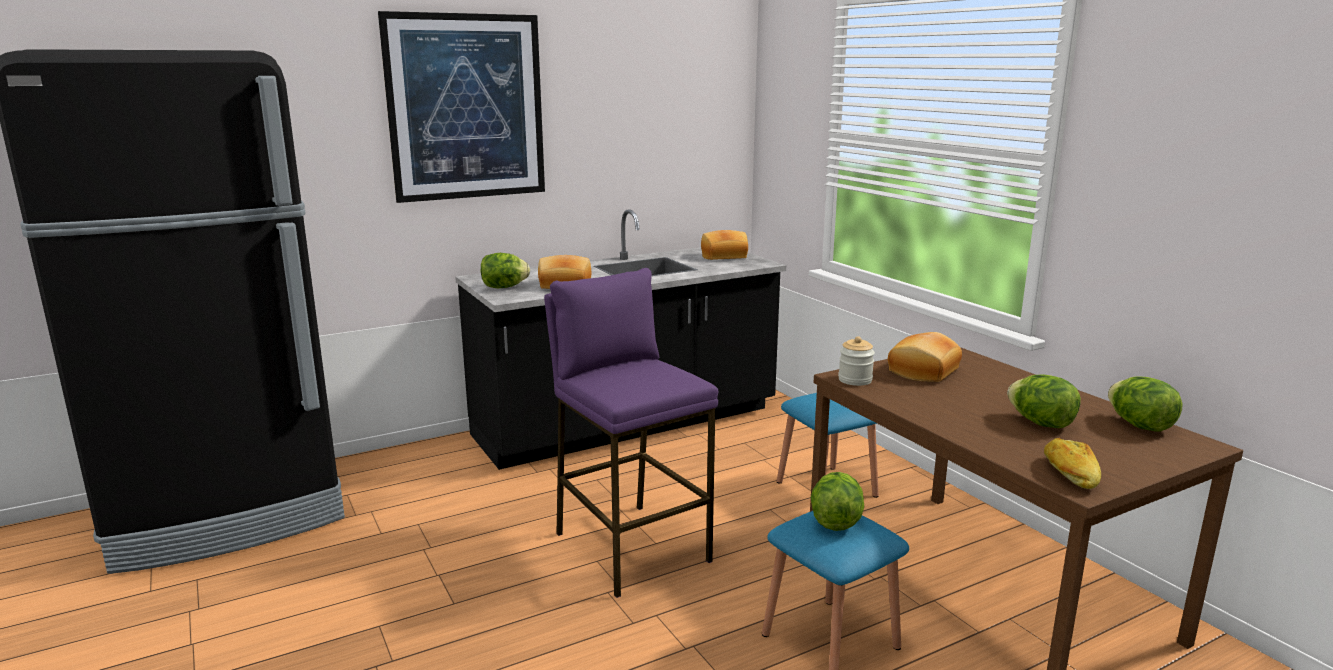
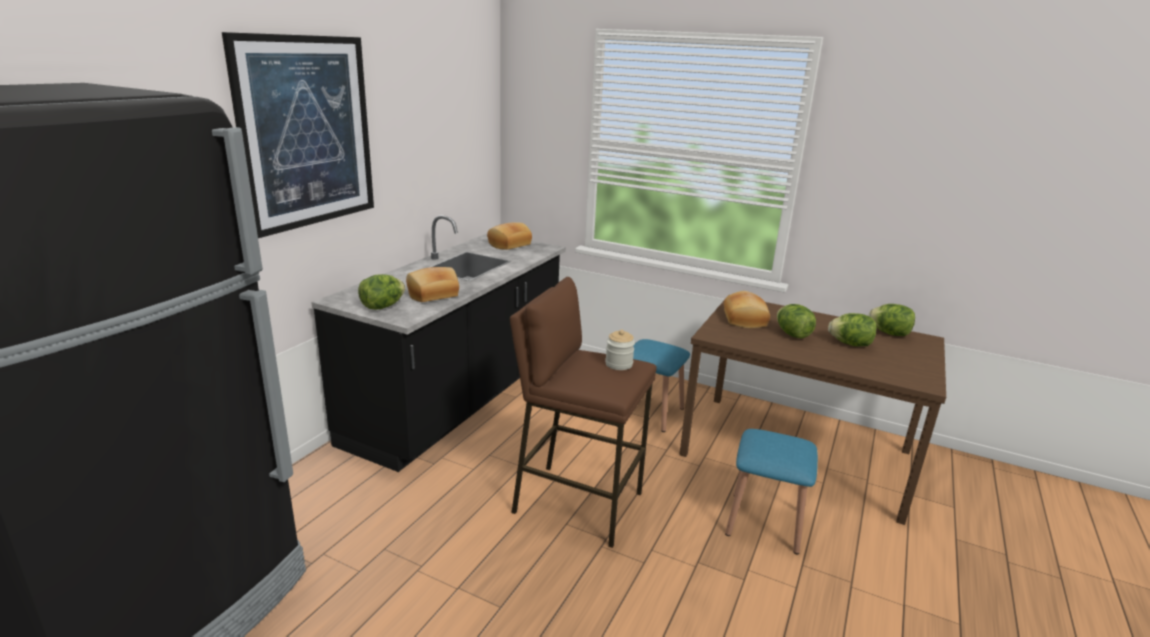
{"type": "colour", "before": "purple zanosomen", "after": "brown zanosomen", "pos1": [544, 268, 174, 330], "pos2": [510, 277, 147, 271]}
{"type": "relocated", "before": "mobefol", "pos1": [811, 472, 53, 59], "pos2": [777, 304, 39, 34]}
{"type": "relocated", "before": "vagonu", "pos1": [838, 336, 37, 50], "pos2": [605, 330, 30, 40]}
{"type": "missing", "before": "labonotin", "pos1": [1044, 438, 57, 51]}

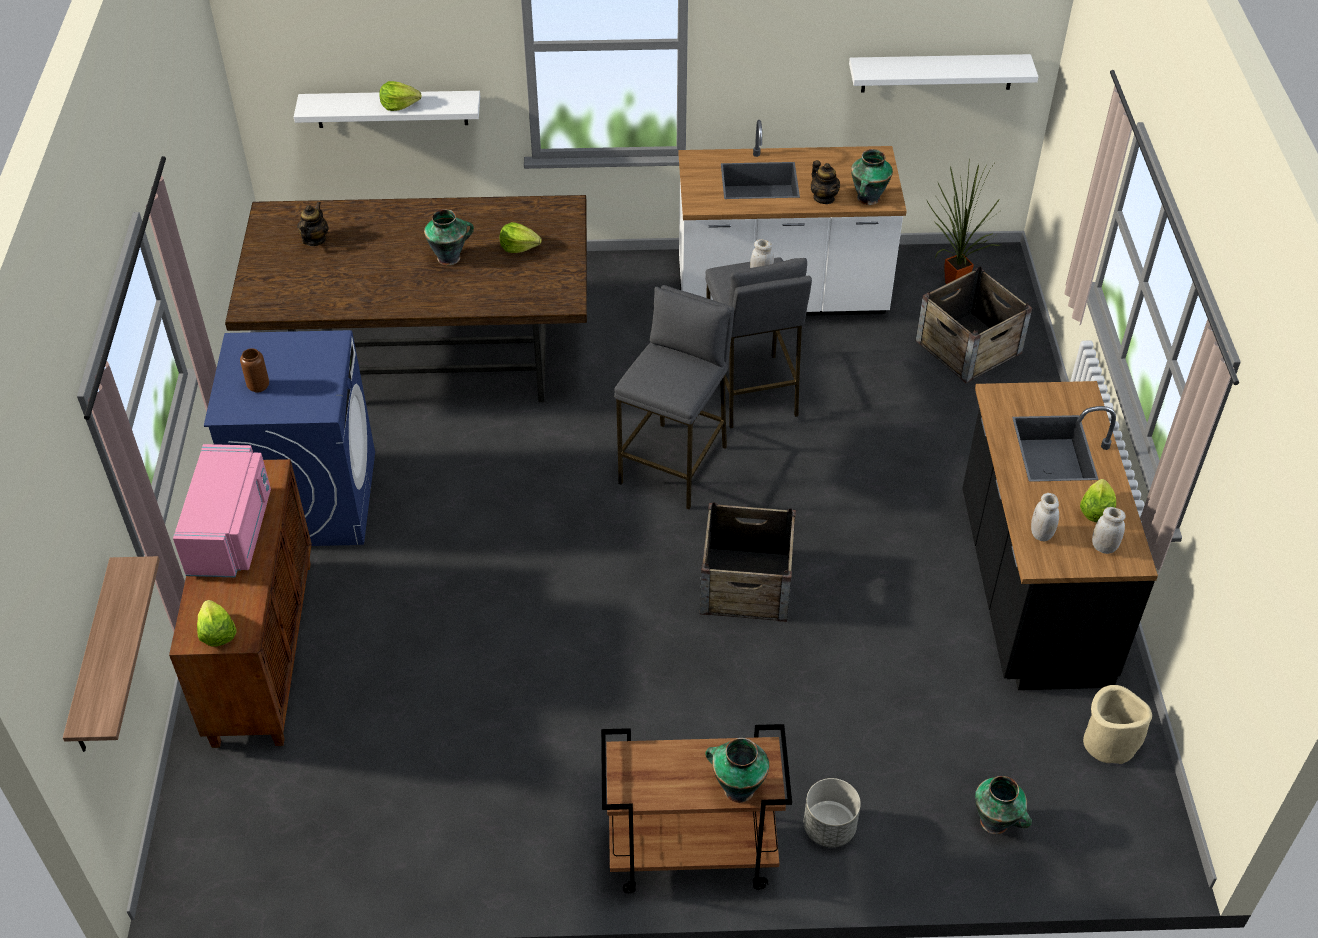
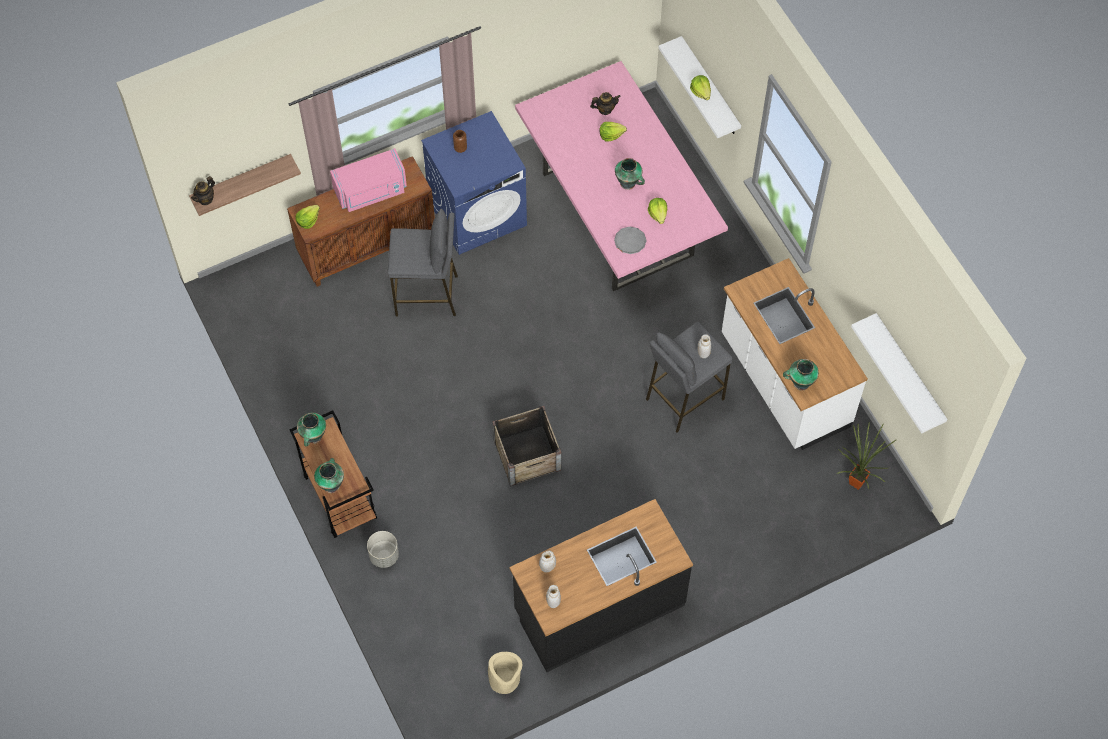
{"type": "colour", "before": "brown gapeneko", "after": "pink gapeneko", "pos1": [225, 195, 362, 207], "pos2": [515, 61, 213, 230]}
{"type": "relocated", "before": "grey zanosomen", "pos1": [614, 285, 120, 225], "pos2": [388, 209, 70, 108]}
{"type": "relocated", "before": "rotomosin", "pos1": [811, 160, 29, 44], "pos2": [191, 176, 24, 29]}
{"type": "missing", "before": "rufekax", "pos1": [916, 266, 116, 117]}
{"type": "relocated", "before": "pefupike", "pos1": [975, 776, 57, 58], "pos2": [297, 412, 29, 35]}
{"type": "relocated", "before": "mobefol", "pos1": [1080, 479, 36, 43], "pos2": [599, 122, 28, 20]}
{"type": "appeared", "after": "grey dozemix", "pos2": [614, 227, 33, 27]}

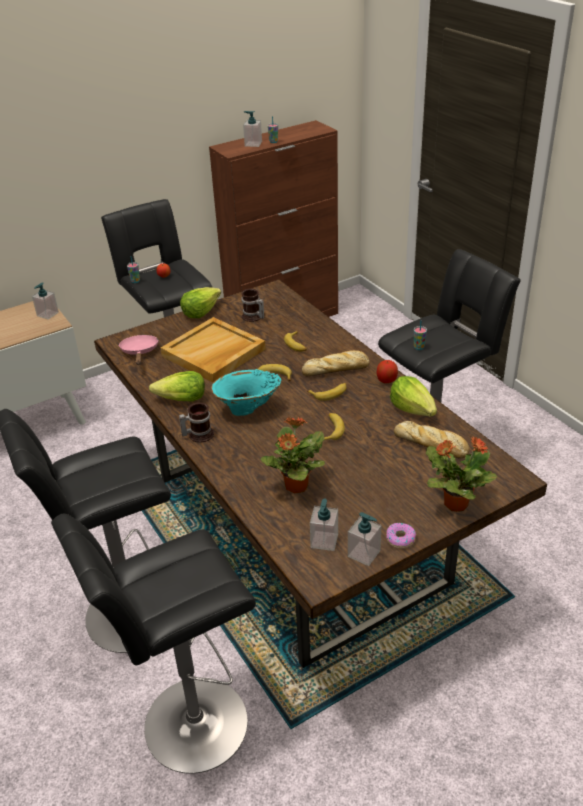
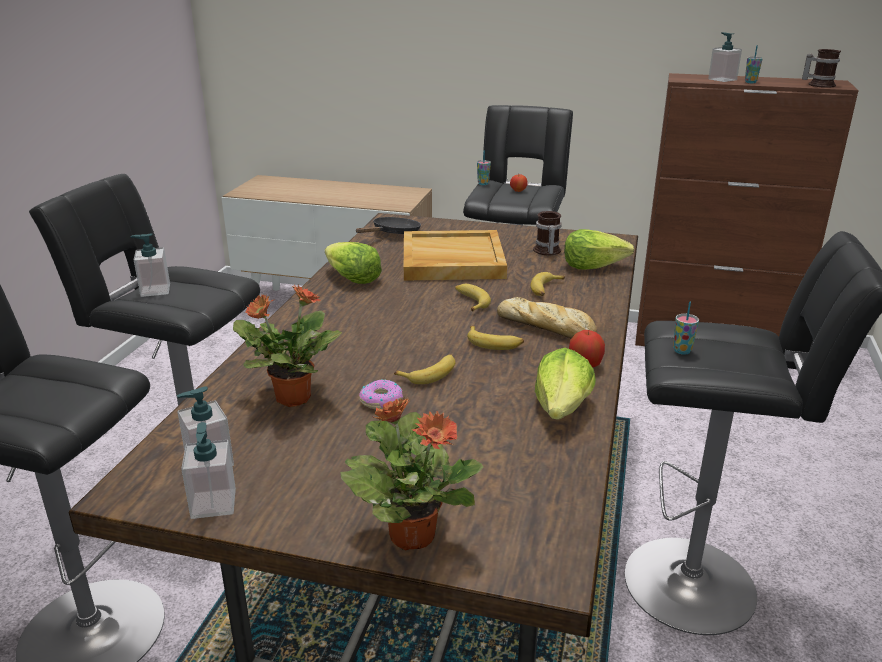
{"type": "relocated", "before": "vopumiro", "pos1": [32, 282, 27, 38], "pos2": [130, 233, 40, 64]}
{"type": "colour", "before": "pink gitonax", "after": "black gitonax", "pos1": [118, 335, 41, 30], "pos2": [356, 217, 65, 17]}
{"type": "relocated", "before": "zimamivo", "pos1": [179, 403, 35, 40], "pos2": [802, 49, 39, 39]}
{"type": "relocated", "before": "mobefol", "pos1": [180, 287, 41, 31], "pos2": [564, 229, 70, 40]}
{"type": "missing", "before": "turquoise pefupike", "pos1": [211, 369, 70, 47]}
{"type": "relocated", "before": "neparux", "pos1": [386, 523, 30, 26], "pos2": [359, 379, 44, 31]}
{"type": "missing", "before": "labonotin", "pos1": [394, 421, 76, 37]}

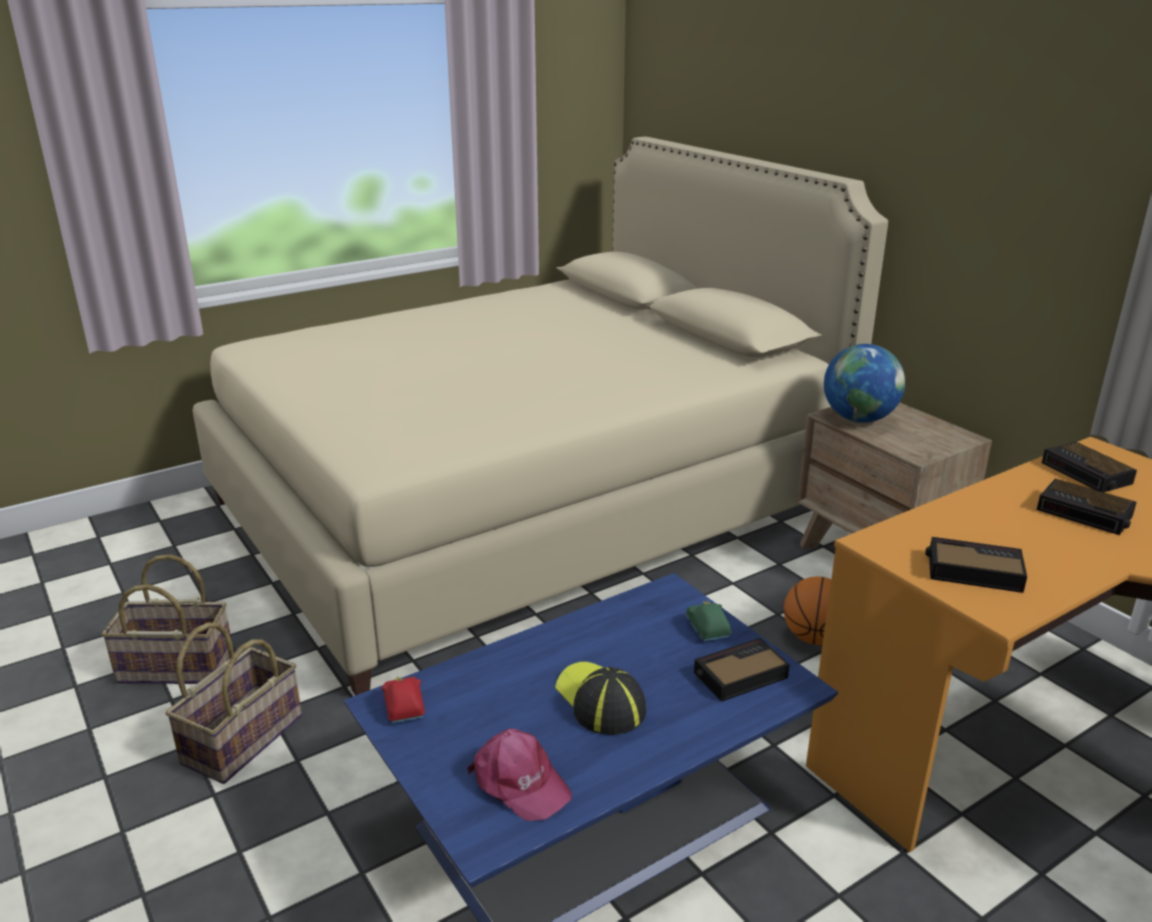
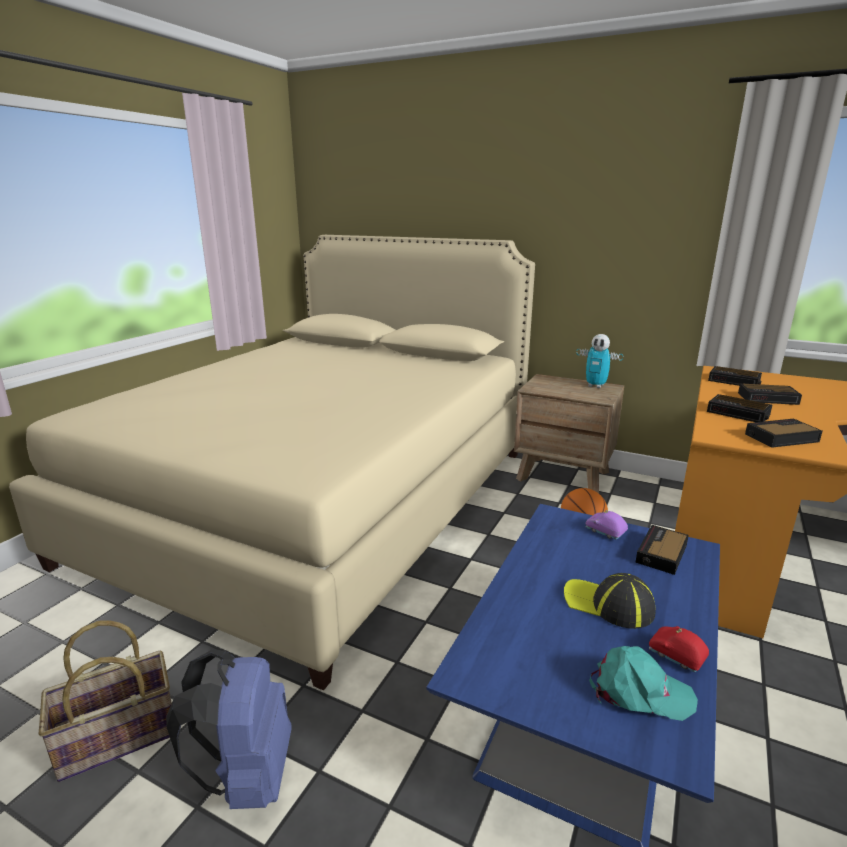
{"type": "exchanged", "before": "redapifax", "after": "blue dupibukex", "pos1": [166, 623, 136, 161], "pos2": [166, 649, 126, 160]}
{"type": "relocated", "before": "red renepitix", "pos1": [382, 676, 43, 47], "pos2": [649, 626, 60, 46]}
{"type": "colour", "before": "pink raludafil", "after": "turquoise raludafil", "pos1": [467, 728, 104, 93], "pos2": [589, 646, 109, 75]}
{"type": "colour", "before": "green renepitix", "after": "purple renepitix", "pos1": [686, 601, 46, 40], "pos2": [586, 510, 42, 30]}
{"type": "missing", "before": "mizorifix", "pos1": [824, 344, 81, 79]}
{"type": "appeared", "after": "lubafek", "pos2": [577, 334, 46, 54]}
{"type": "appeared", "after": "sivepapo", "pos2": [707, 394, 65, 28]}

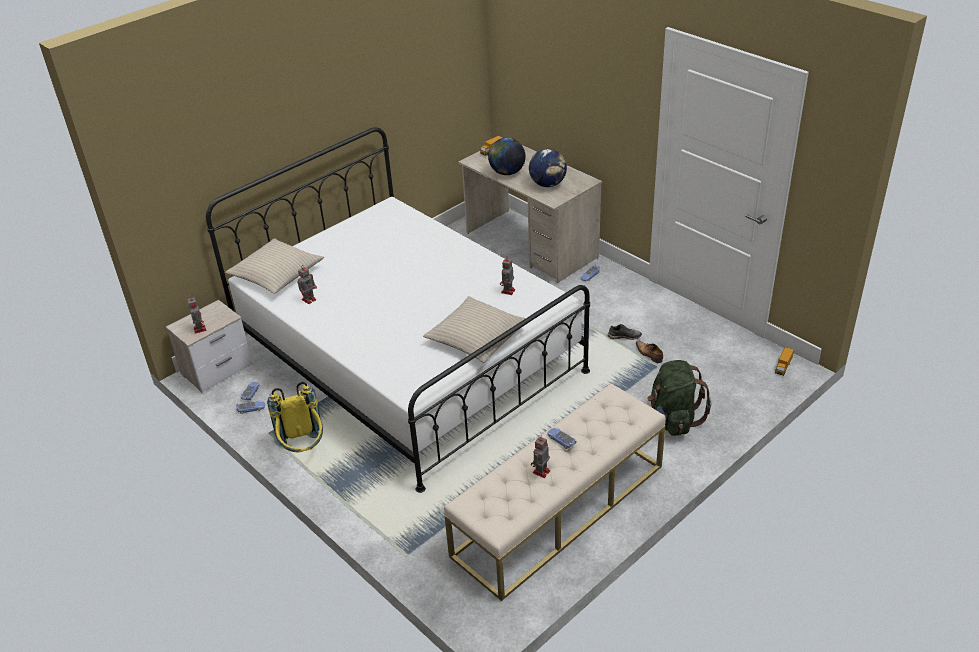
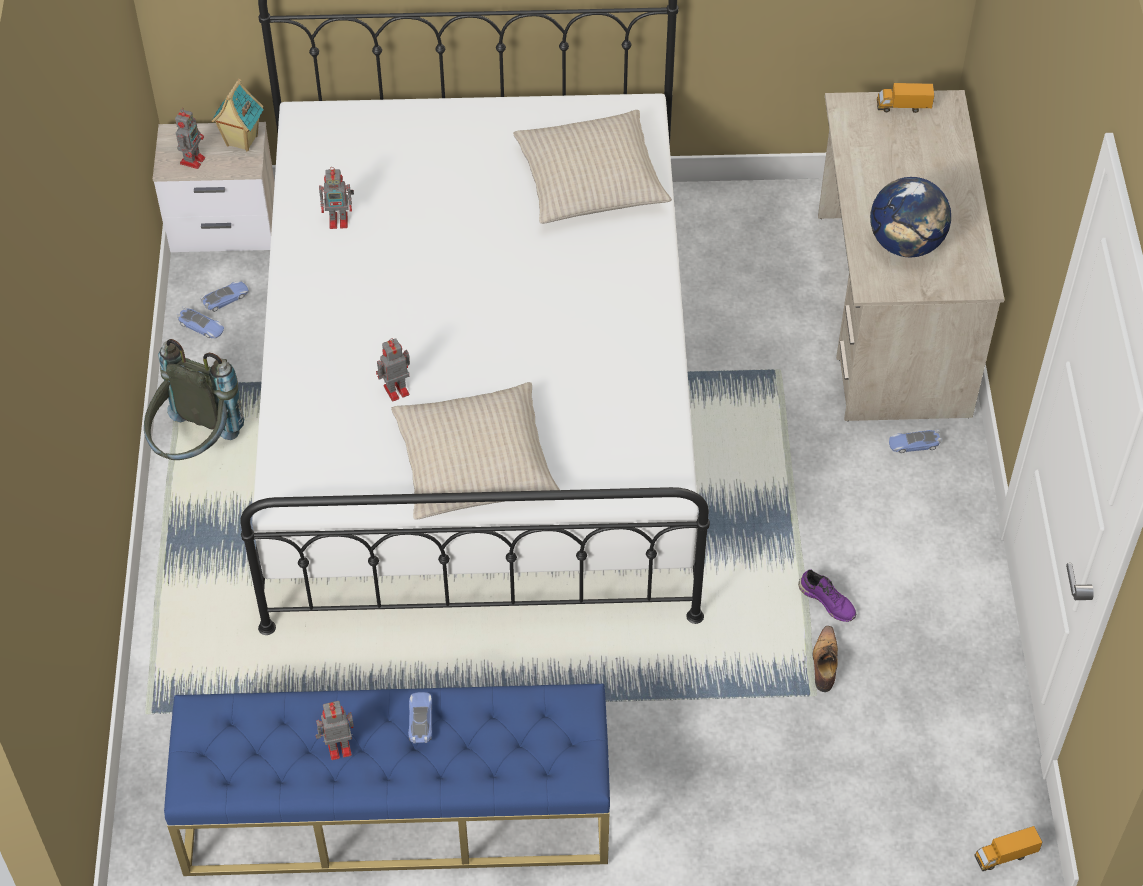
{"type": "relocated", "before": "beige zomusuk", "pos1": [225, 238, 99, 56], "pos2": [513, 110, 159, 114]}
{"type": "colour", "before": "yellow dupibukex", "after": "grey dupibukex", "pos1": [267, 382, 56, 71], "pos2": [144, 339, 100, 121]}
{"type": "colour", "before": "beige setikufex", "after": "blue setikufex", "pos1": [444, 383, 222, 218], "pos2": [164, 684, 446, 192]}
{"type": "missing", "before": "mizorifix", "pos1": [488, 138, 38, 37]}
{"type": "relocated", "before": "lubafek", "pos1": [500, 257, 15, 38], "pos2": [376, 338, 34, 64]}
{"type": "colour", "before": "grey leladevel", "after": "purple leladevel", "pos1": [608, 324, 34, 16], "pos2": [798, 569, 58, 53]}
{"type": "missing", "before": "green dupibukex", "pos1": [647, 360, 64, 76]}
{"type": "appeared", "after": "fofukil", "pos2": [212, 79, 52, 73]}

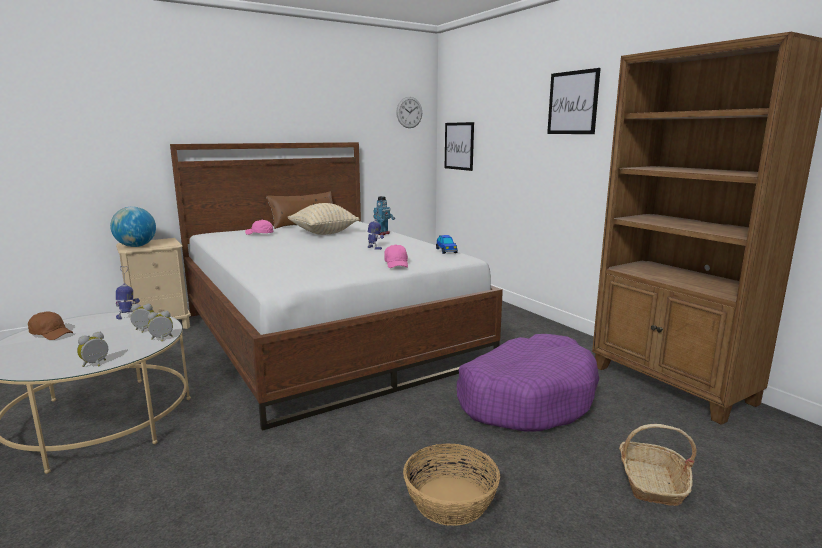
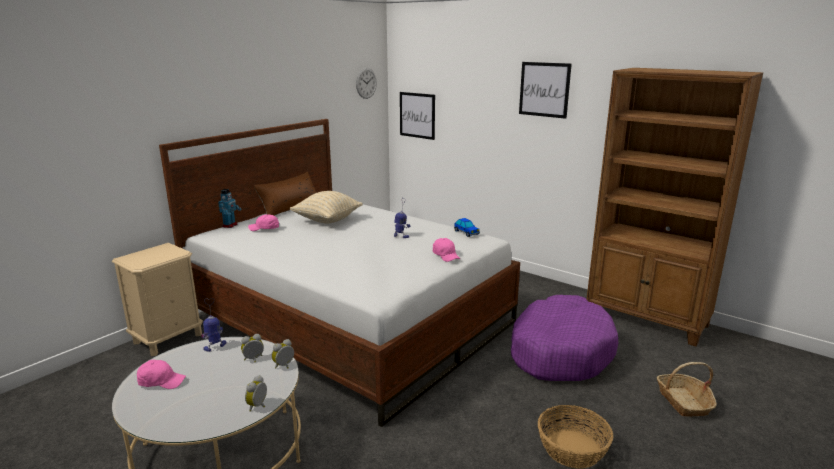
{"type": "colour", "before": "brown raludafil", "after": "pink raludafil", "pos1": [28, 311, 45, 29], "pos2": [137, 360, 49, 29]}
{"type": "missing", "before": "mizorifix", "pos1": [110, 207, 46, 40]}
{"type": "relocated", "before": "lubafek", "pos1": [374, 196, 21, 39], "pos2": [219, 189, 22, 39]}

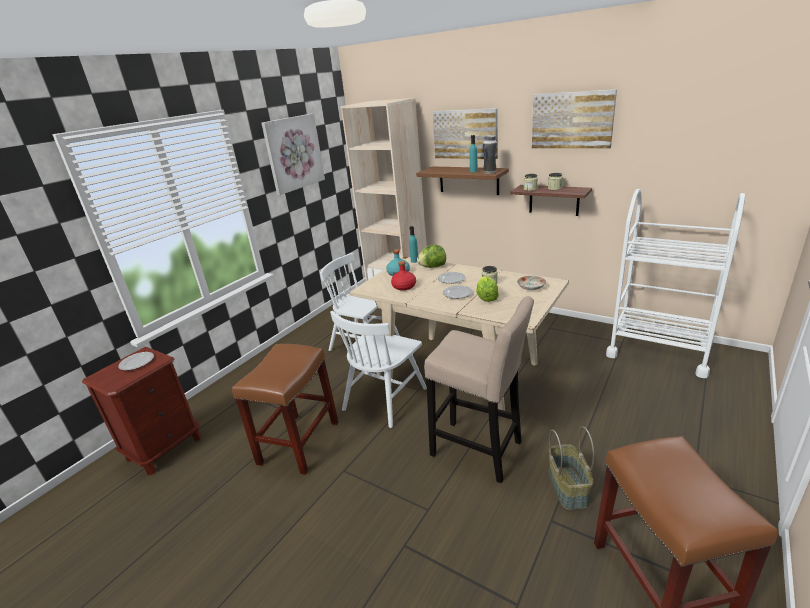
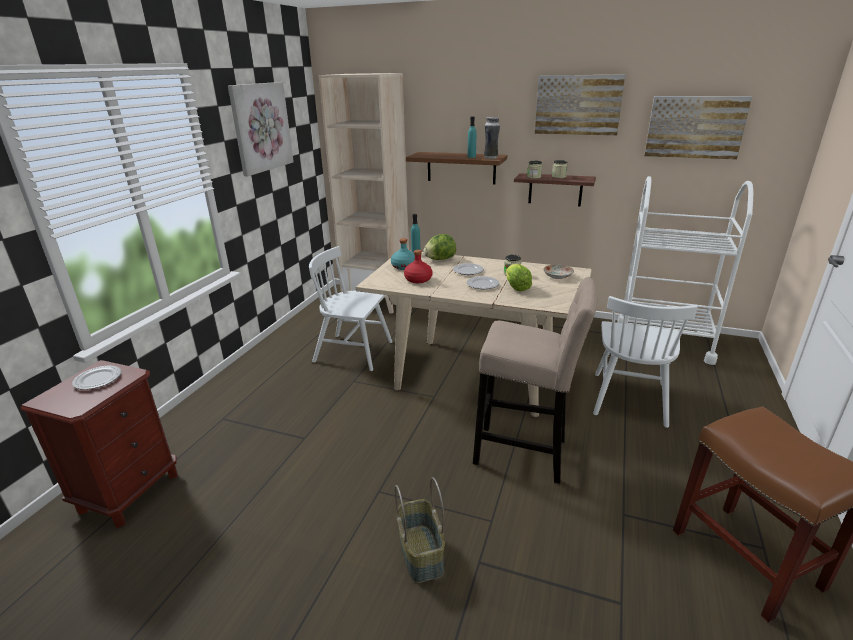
{"type": "missing", "before": "brown zanosomen", "pos1": [232, 344, 107, 131]}
{"type": "relocated", "before": "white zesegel", "pos1": [330, 311, 97, 117], "pos2": [593, 296, 104, 132]}
{"type": "relocated", "before": "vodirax", "pos1": [432, 108, 66, 51], "pos2": [644, 96, 108, 64]}
{"type": "relocated", "before": "redapifax", "pos1": [549, 426, 45, 84], "pos2": [395, 477, 50, 106]}

